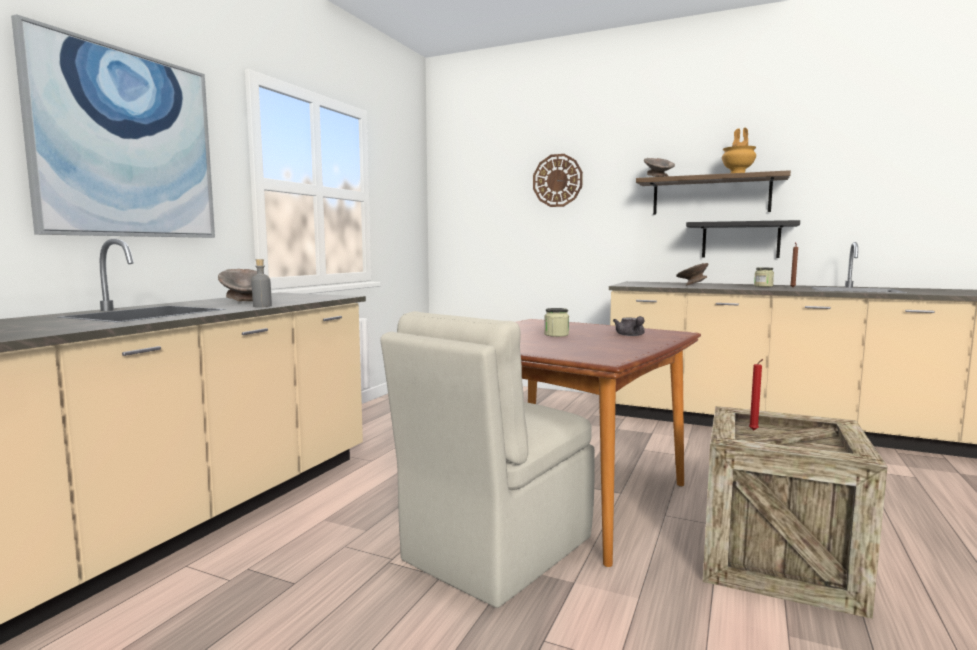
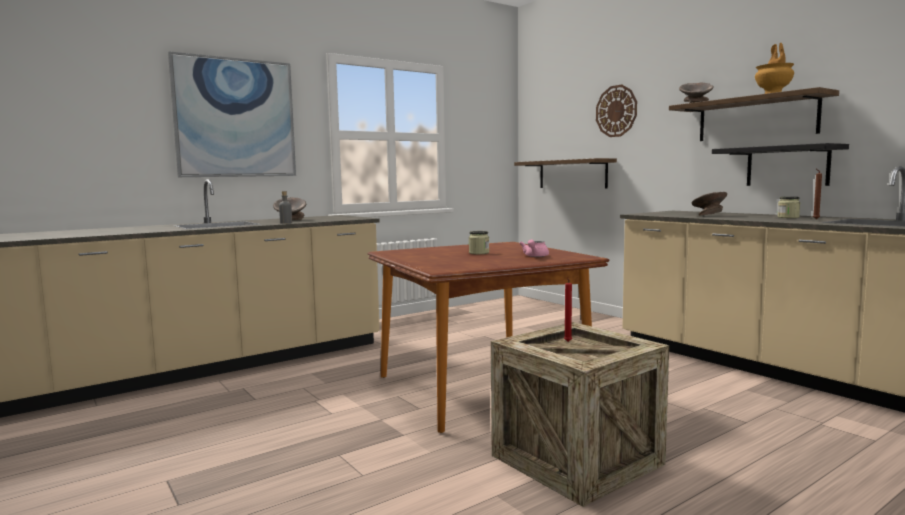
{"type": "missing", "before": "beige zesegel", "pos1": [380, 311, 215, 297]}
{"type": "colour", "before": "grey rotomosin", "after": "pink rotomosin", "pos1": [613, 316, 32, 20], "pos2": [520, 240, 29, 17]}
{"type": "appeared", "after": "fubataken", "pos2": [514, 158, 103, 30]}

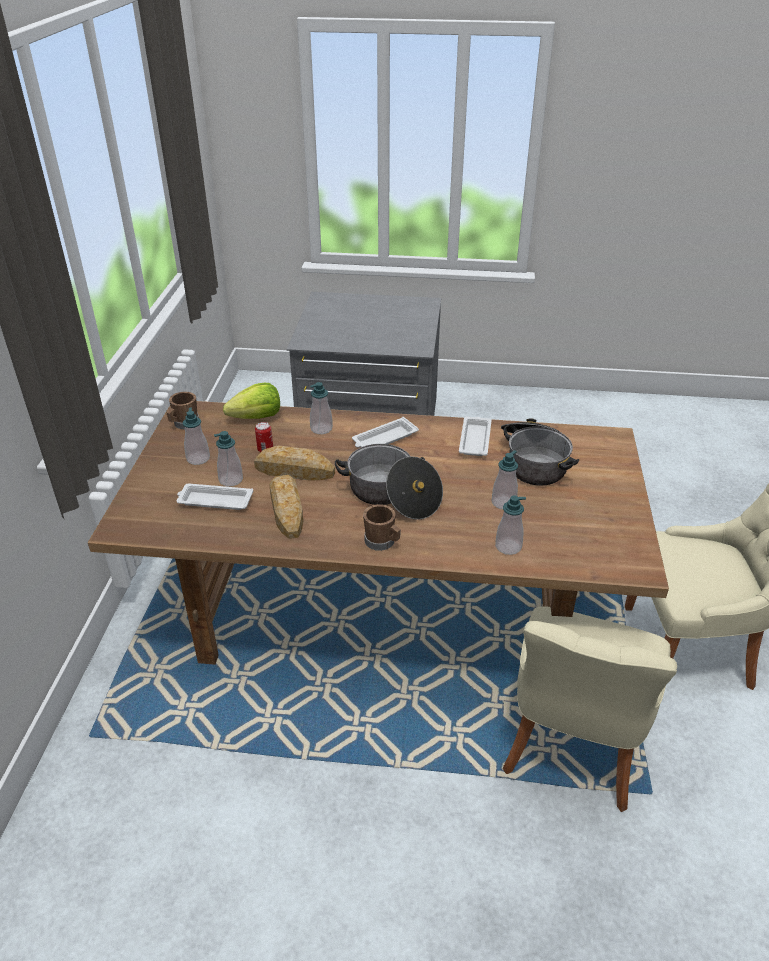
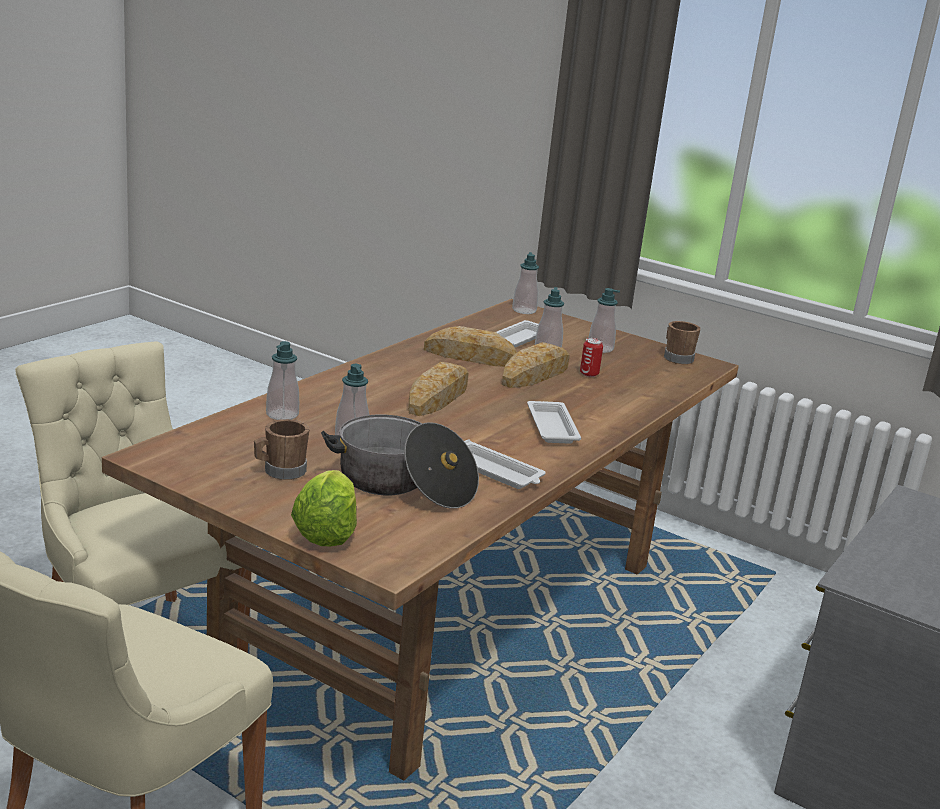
{"type": "relocated", "before": "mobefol", "pos1": [223, 383, 57, 36], "pos2": [291, 470, 66, 76]}
{"type": "relocated", "before": "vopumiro", "pos1": [310, 382, 23, 52], "pos2": [512, 252, 27, 62]}
{"type": "exchanged", "before": "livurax", "after": "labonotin", "pos1": [335, 444, 108, 76], "pos2": [408, 362, 61, 54]}
{"type": "relocated", "before": "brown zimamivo", "pos1": [363, 504, 38, 47], "pos2": [254, 419, 55, 61]}

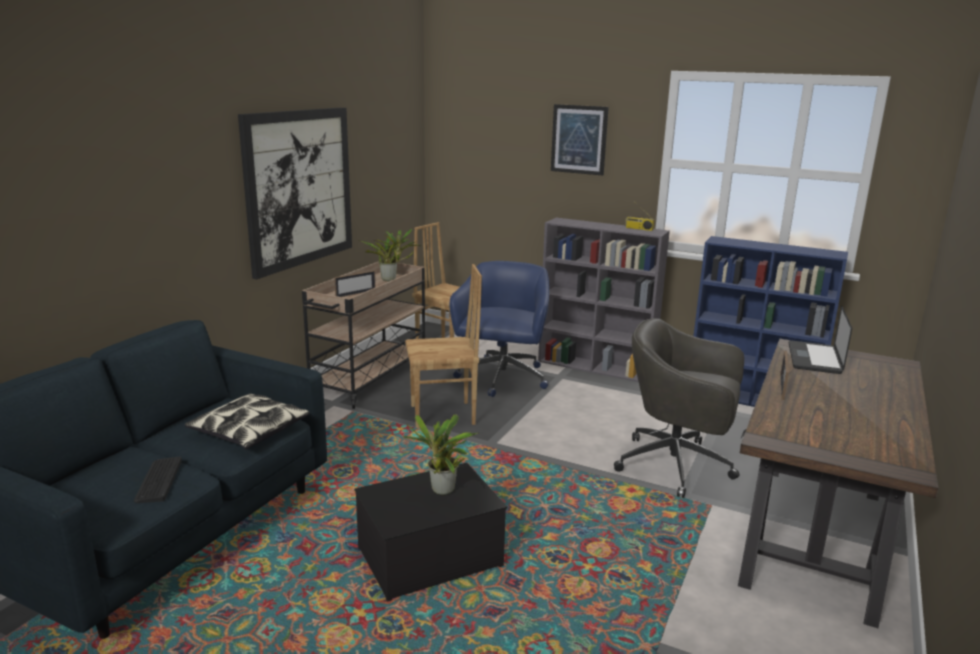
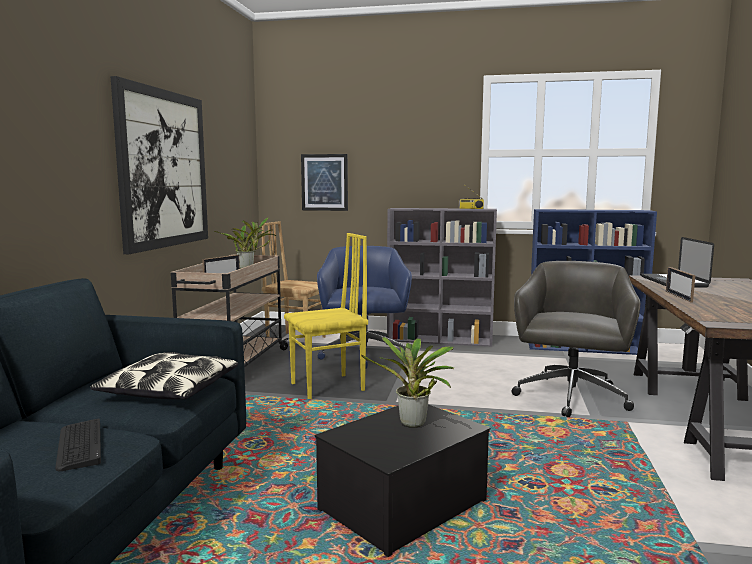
{"type": "colour", "before": "brown zesegel", "after": "yellow zesegel", "pos1": [405, 264, 77, 164], "pos2": [284, 233, 84, 166]}
{"type": "relocated", "before": "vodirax", "pos1": [551, 104, 58, 72], "pos2": [301, 154, 47, 57]}
{"type": "spun", "before": "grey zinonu", "pos1": [614, 318, 130, 180], "pos2": [511, 261, 129, 156], "turn": 105}

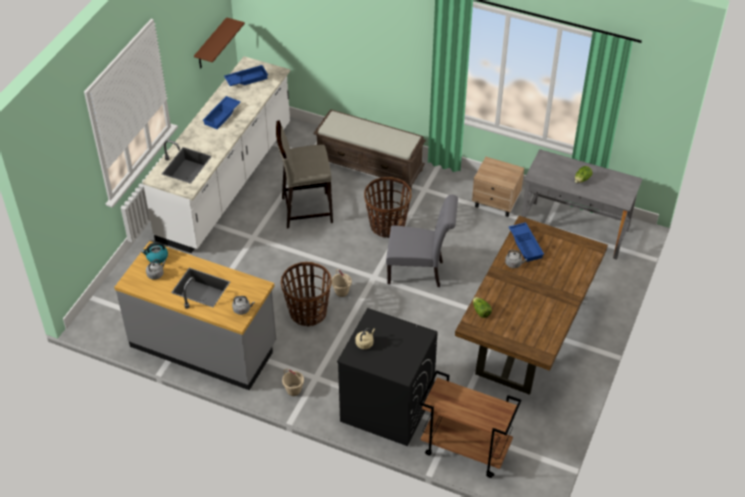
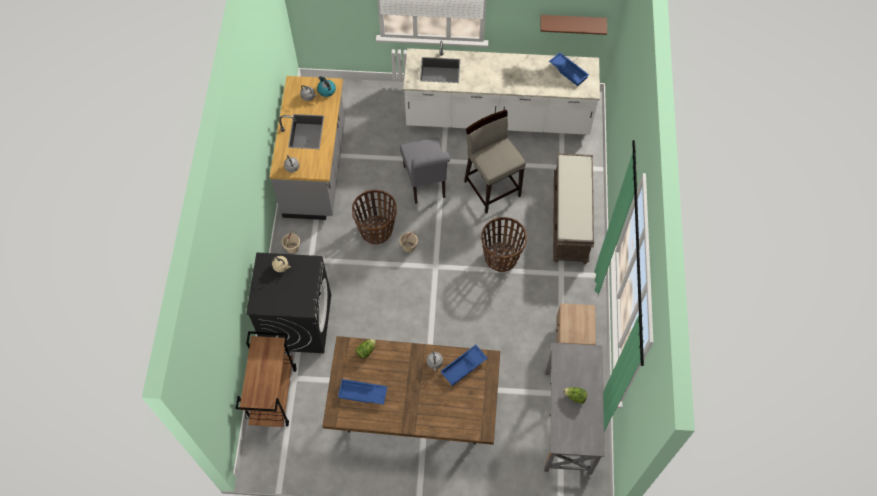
{"type": "relocated", "before": "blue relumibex", "pos1": [202, 96, 38, 33], "pos2": [338, 379, 50, 26]}
{"type": "relocated", "before": "grey zesegel", "pos1": [386, 195, 72, 92], "pos2": [400, 138, 50, 66]}

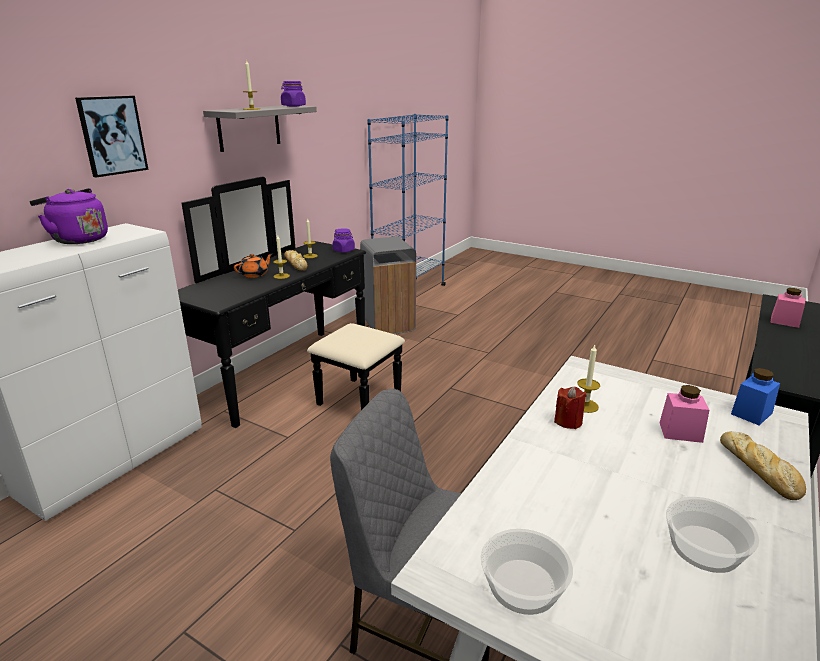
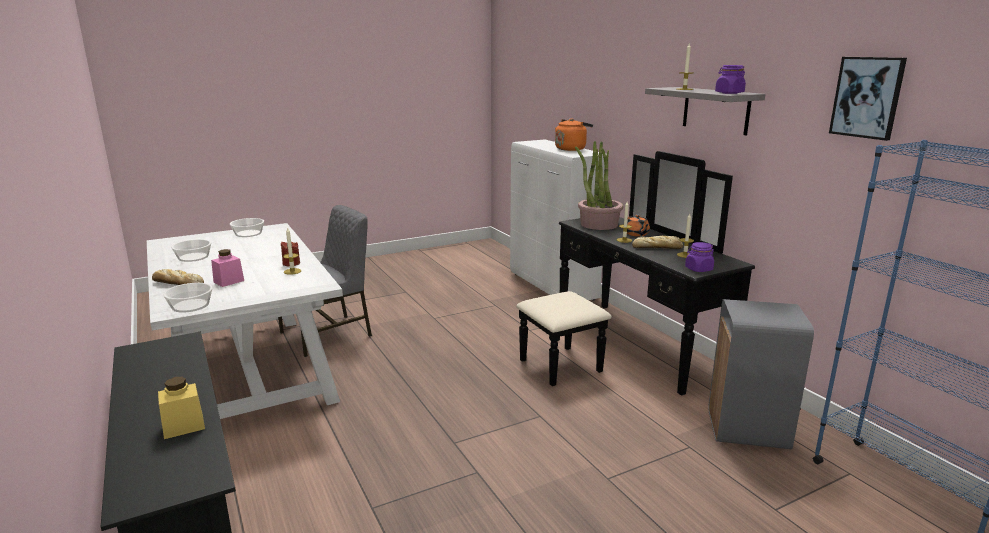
{"type": "colour", "before": "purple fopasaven", "after": "orange fopasaven", "pos1": [29, 188, 79, 56], "pos2": [555, 118, 38, 33]}
{"type": "relocated", "before": "vodirax", "pos1": [75, 96, 74, 82], "pos2": [829, 57, 78, 84]}
{"type": "exchanged", "before": "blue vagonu", "after": "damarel", "pos1": [731, 368, 49, 57], "pos2": [163, 283, 49, 30]}
{"type": "colour", "before": "pink vagonu", "after": "yellow vagonu", "pos1": [771, 288, 34, 40], "pos2": [158, 377, 47, 62]}
{"type": "appeared", "after": "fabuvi", "pos2": [575, 141, 48, 89]}

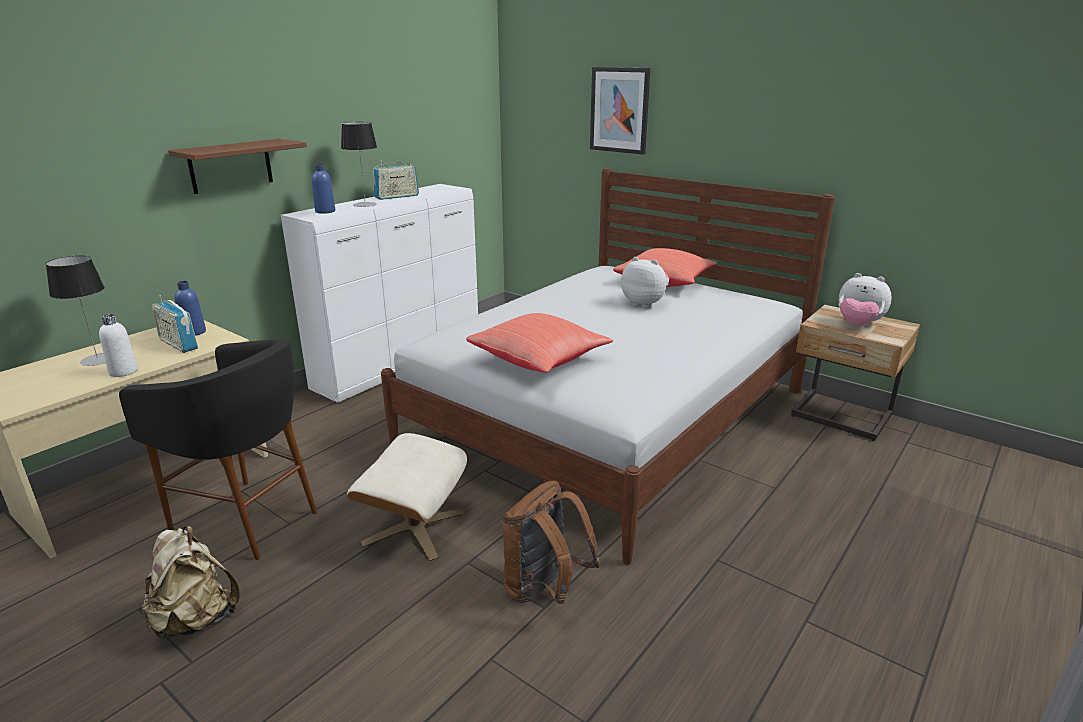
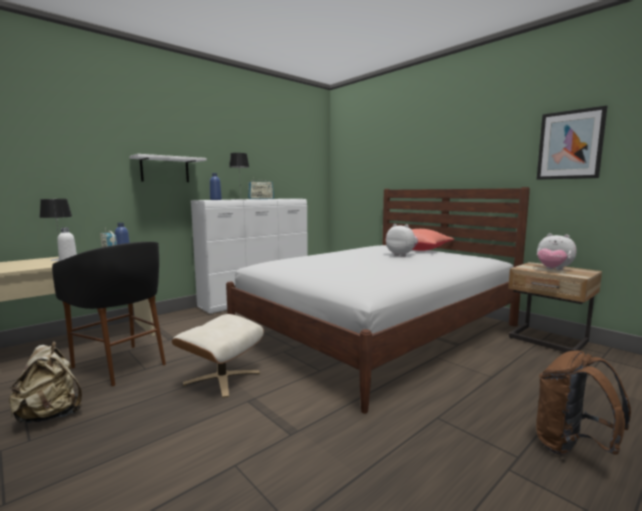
{"type": "colour", "before": "brown fubataken", "after": "white fubataken", "pos1": [168, 139, 139, 55], "pos2": [129, 154, 78, 28]}
{"type": "missing", "before": "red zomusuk", "pos1": [466, 313, 147, 60]}
{"type": "relocated", "before": "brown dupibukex", "pos1": [502, 481, 98, 123], "pos2": [536, 350, 95, 105]}
{"type": "relocated", "before": "vodirax", "pos1": [590, 67, 61, 88], "pos2": [537, 105, 70, 75]}

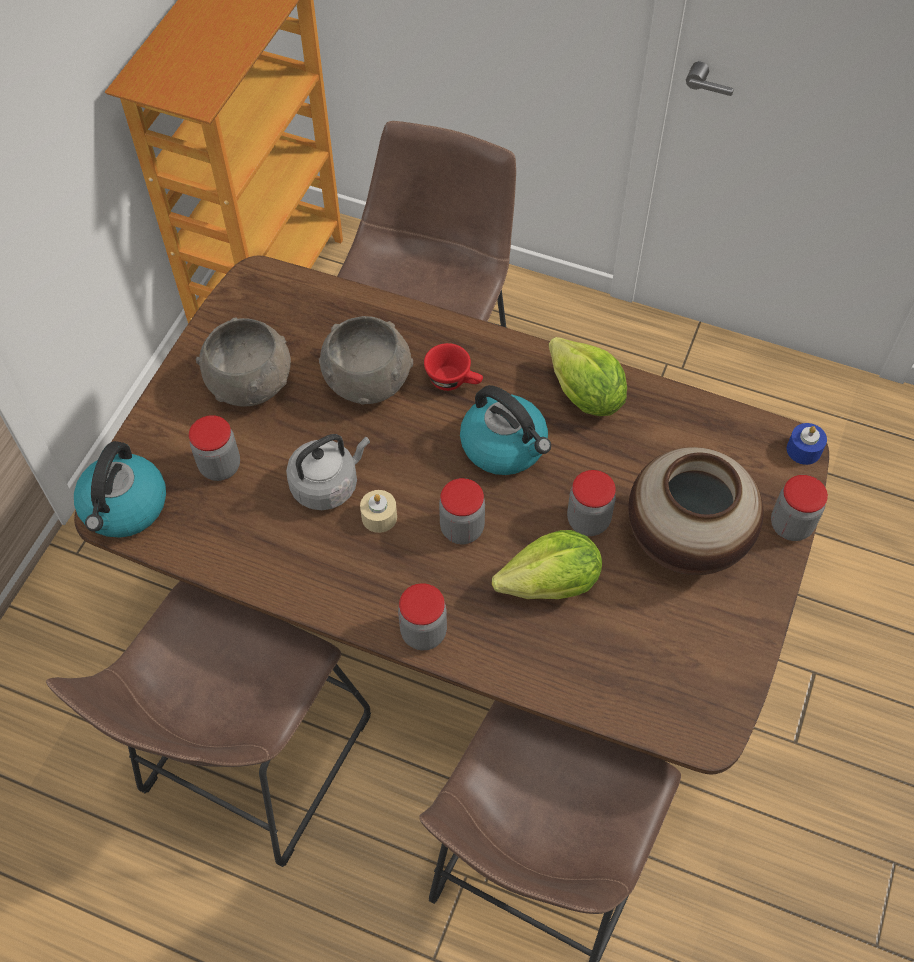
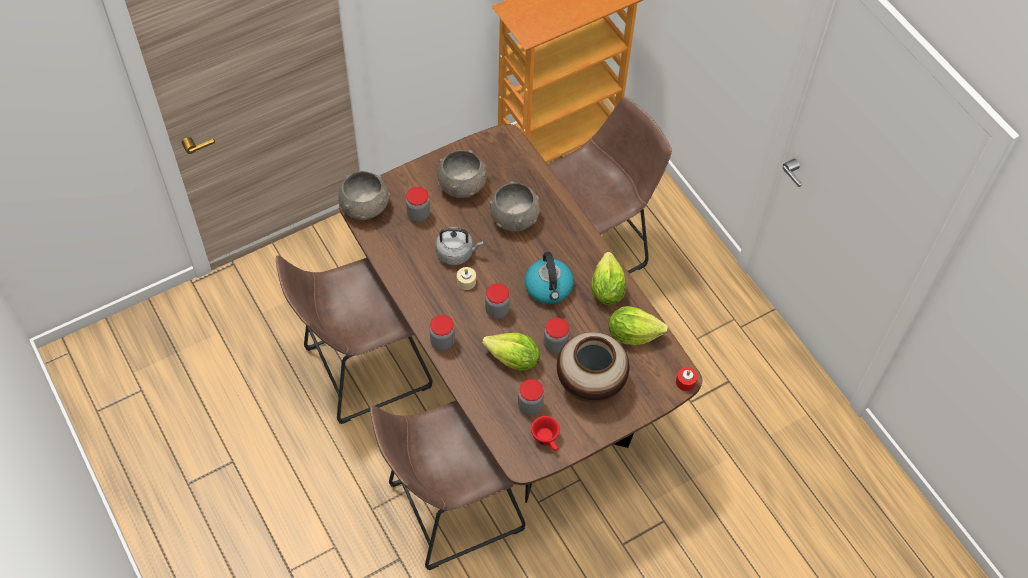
{"type": "exchanged", "before": "fopasaven", "after": "grey damarel", "pos1": [74, 441, 92, 97], "pos2": [337, 171, 53, 49]}
{"type": "relocated", "before": "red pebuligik", "pos1": [424, 343, 59, 48], "pos2": [531, 416, 29, 35]}
{"type": "relocated", "before": "vagonu", "pos1": [771, 475, 57, 66], "pos2": [518, 379, 26, 36]}
{"type": "colour", "before": "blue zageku", "after": "red zageku", "pos1": [787, 423, 40, 42], "pos2": [676, 367, 22, 24]}
{"type": "appeared", "after": "mobefol", "pos2": [609, 306, 60, 39]}

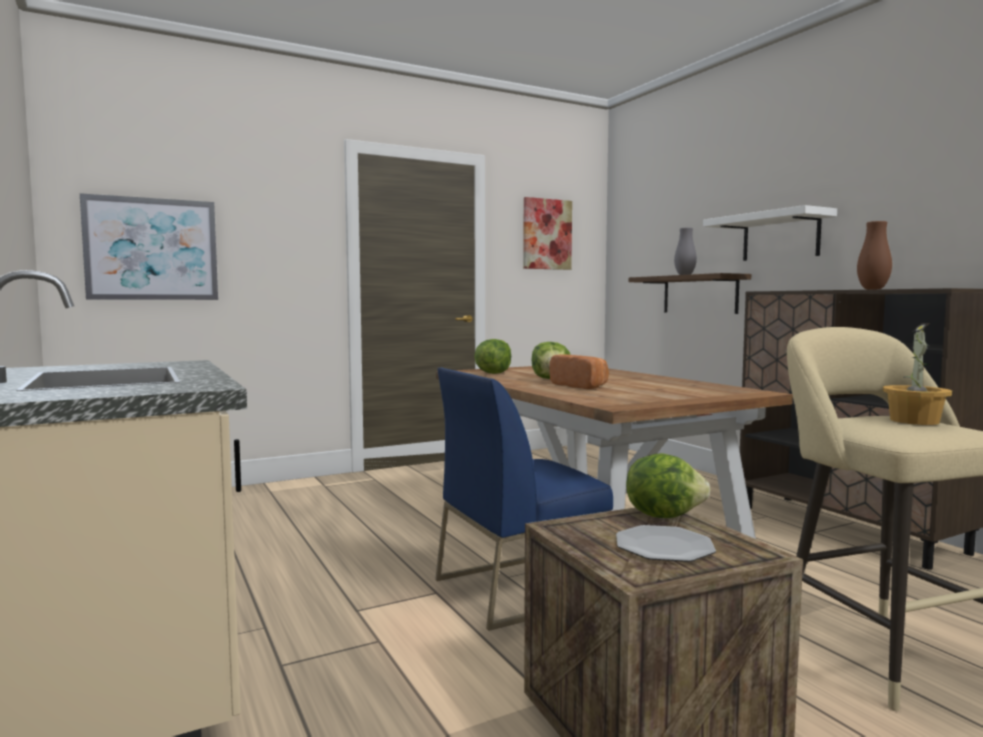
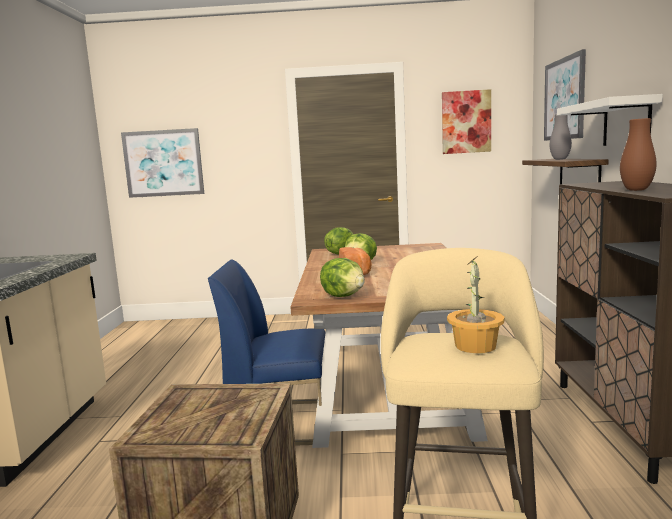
{"type": "missing", "before": "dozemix", "pos1": [616, 525, 100, 37]}
{"type": "relocated", "before": "mobefol", "pos1": [626, 453, 85, 65], "pos2": [320, 258, 45, 39]}
{"type": "appeared", "after": "vodirax", "pos2": [544, 49, 42, 92]}

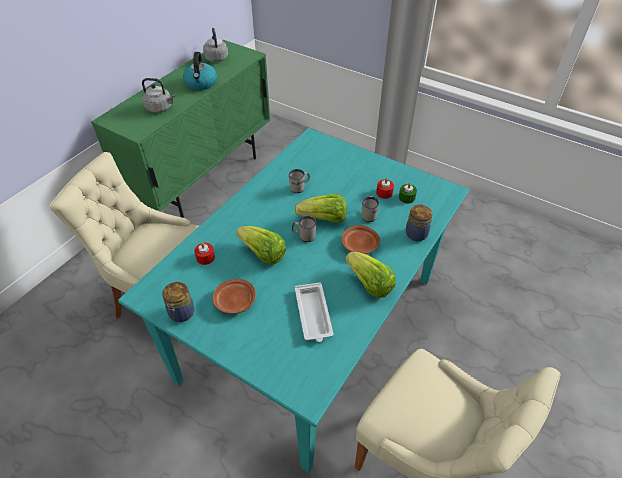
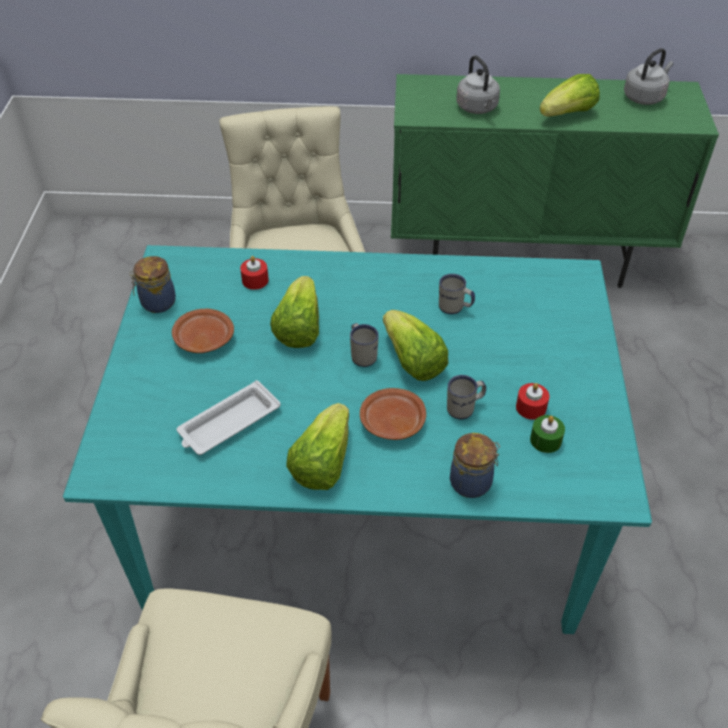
{"type": "exchanged", "before": "fopasaven", "after": "mobefol", "pos1": [183, 52, 34, 38], "pos2": [540, 74, 60, 43]}

